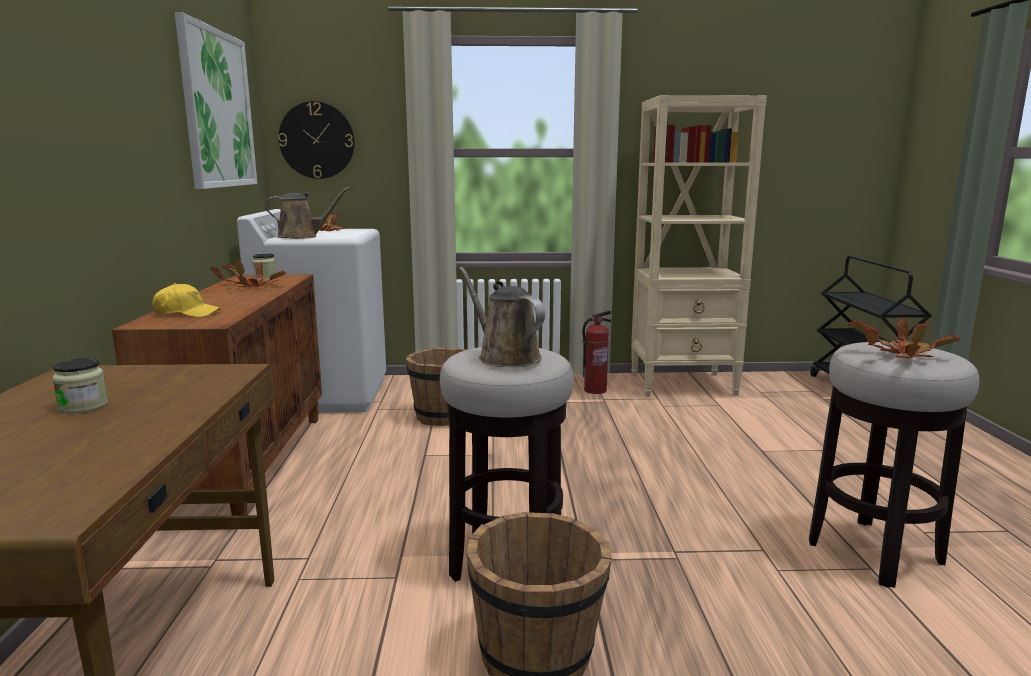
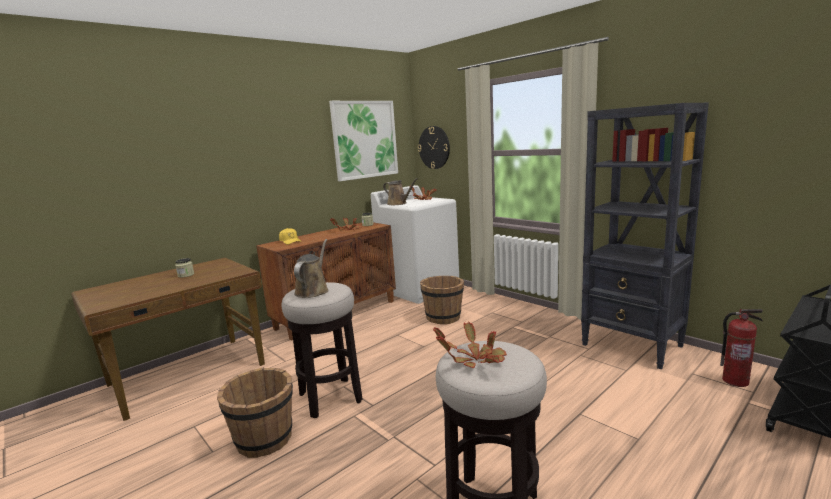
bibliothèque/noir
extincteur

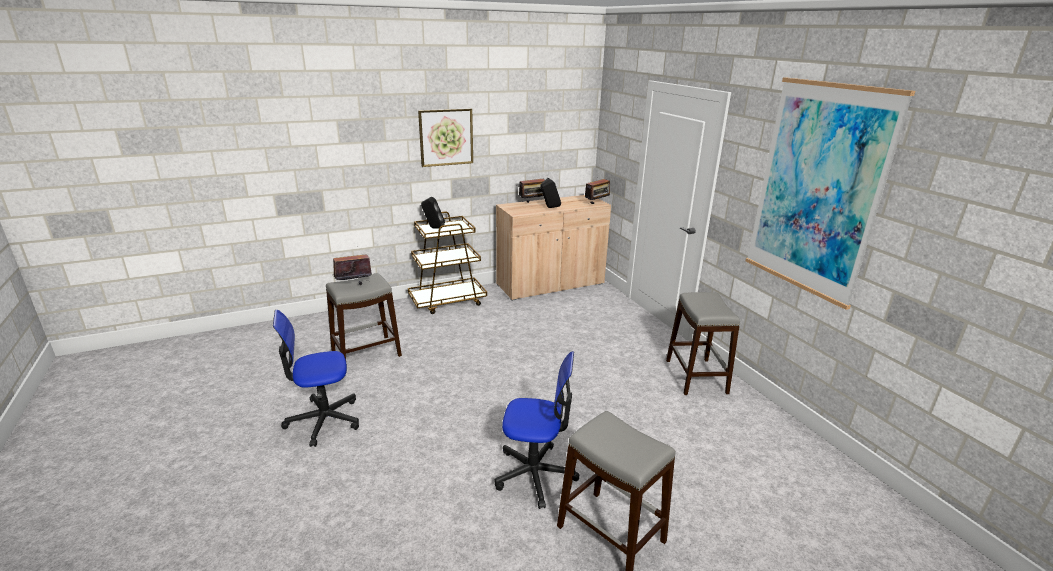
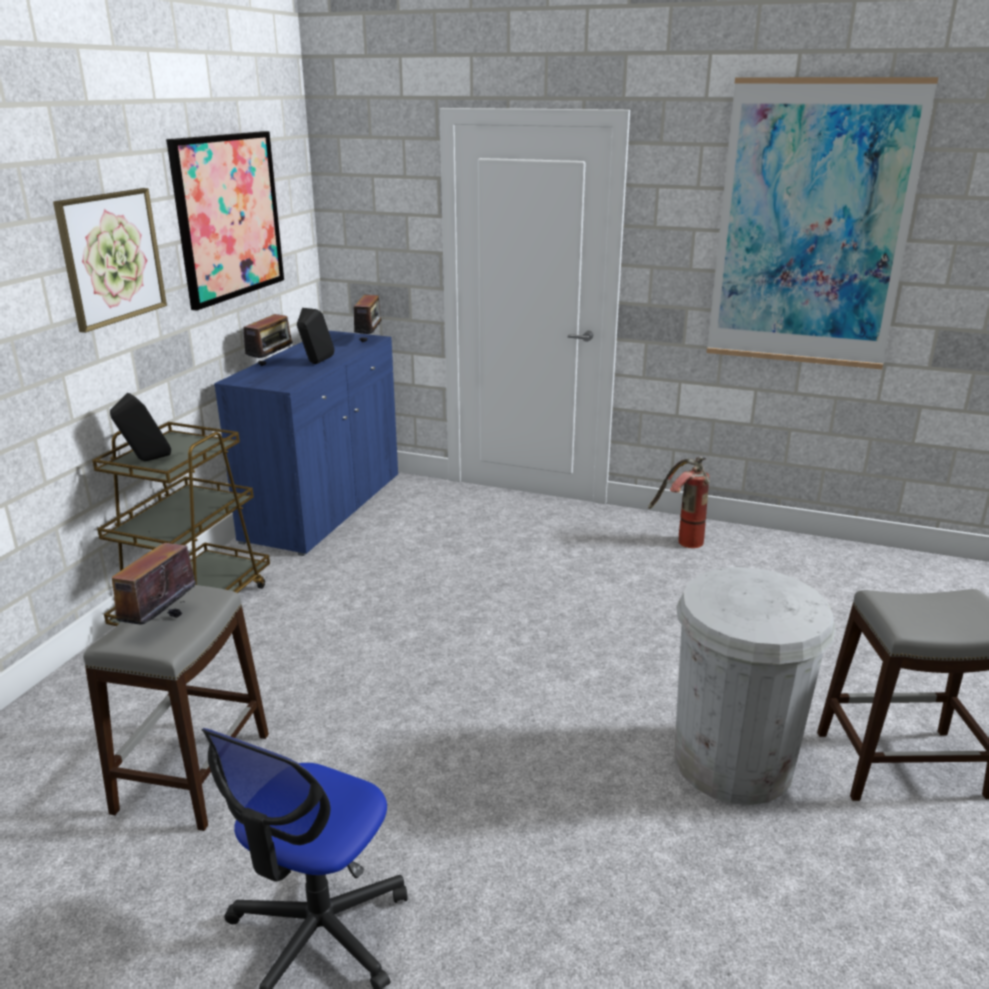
meuble de rangement/bleu
extincteur
poubelle/blanc
tableau (no. 2 from left)

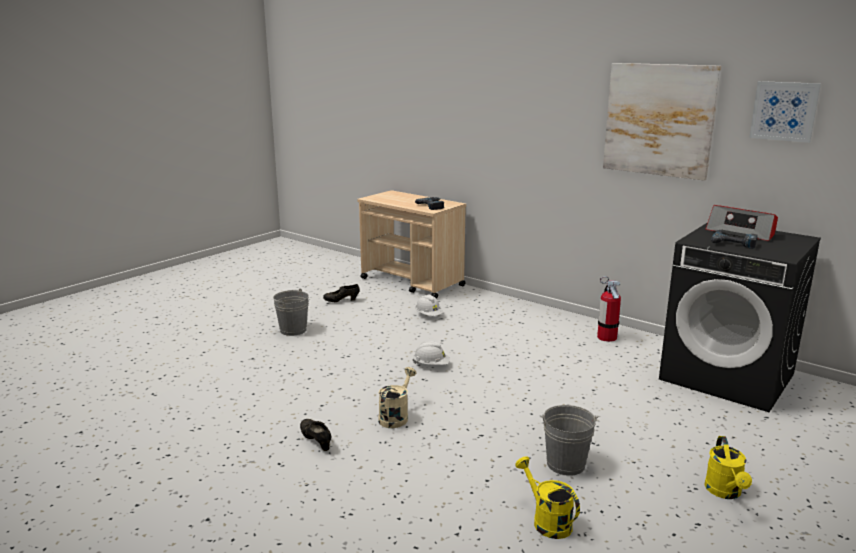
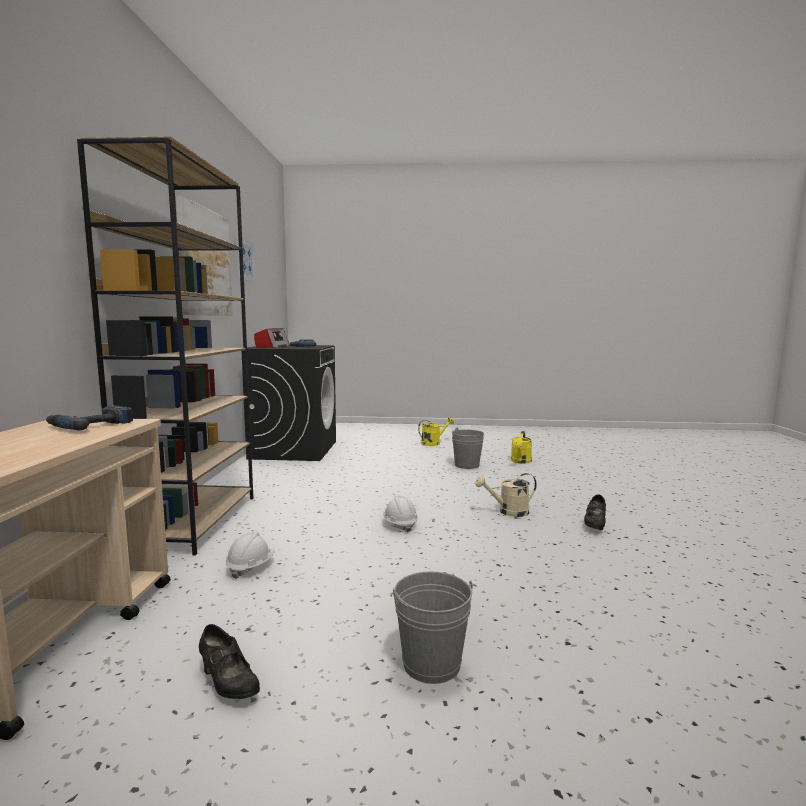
extincteur
bibliothèque/marron

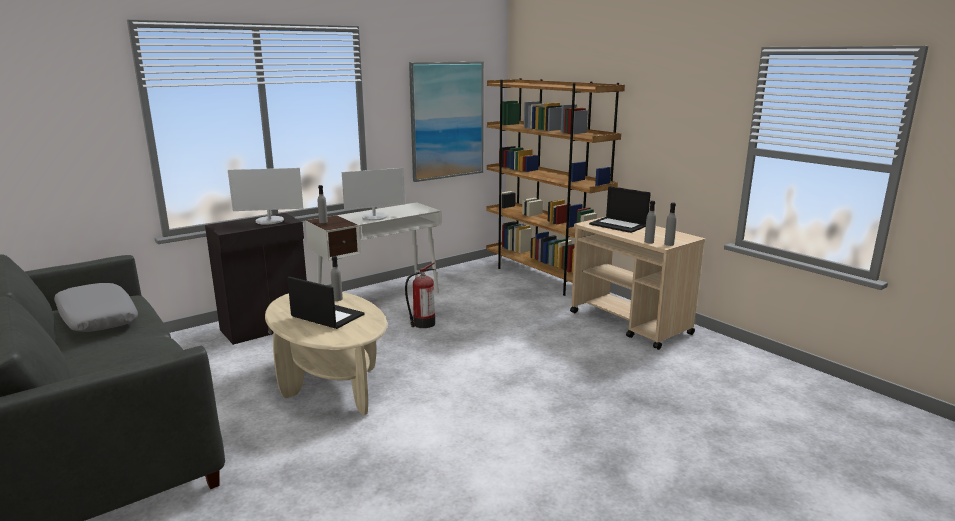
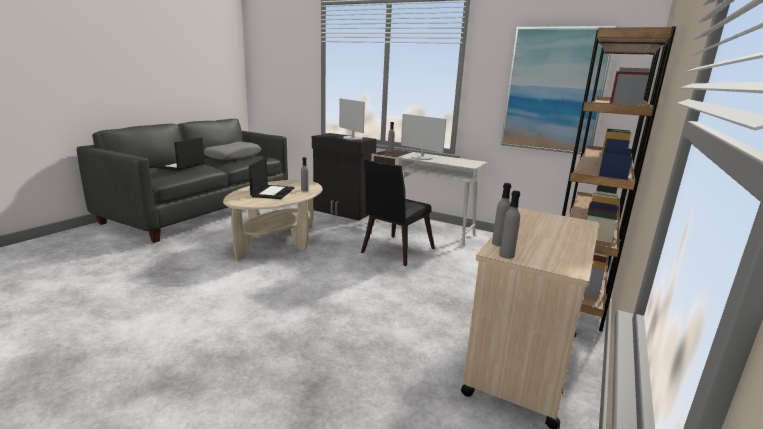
ordinateur portable (no. 1 from left)
chaise/noir

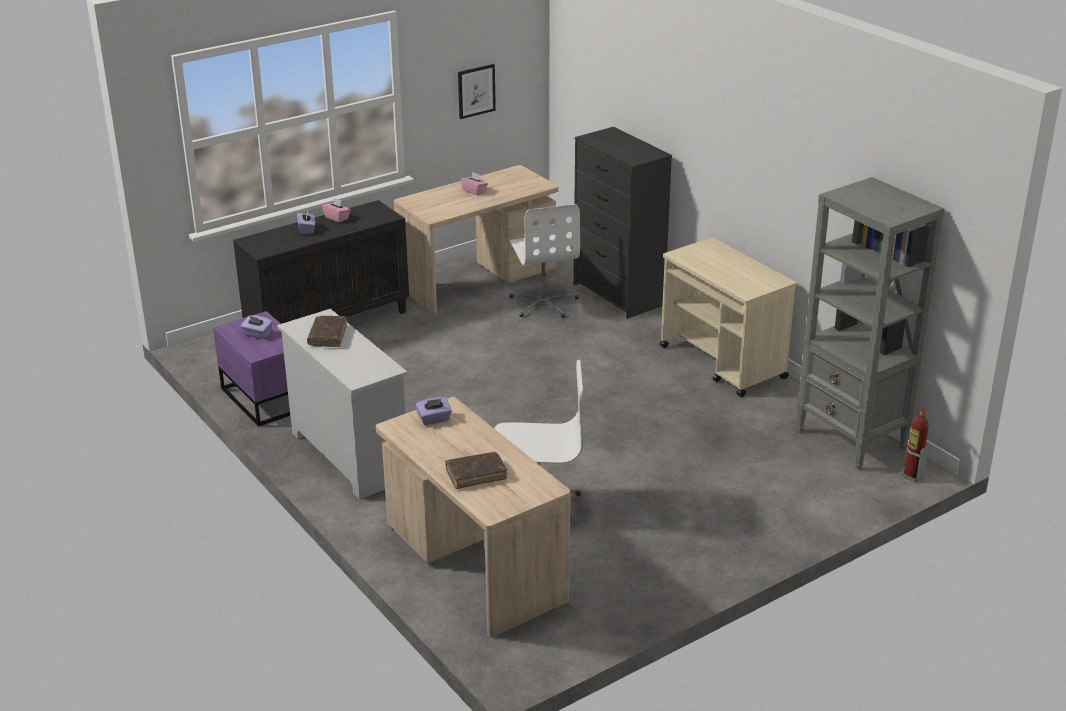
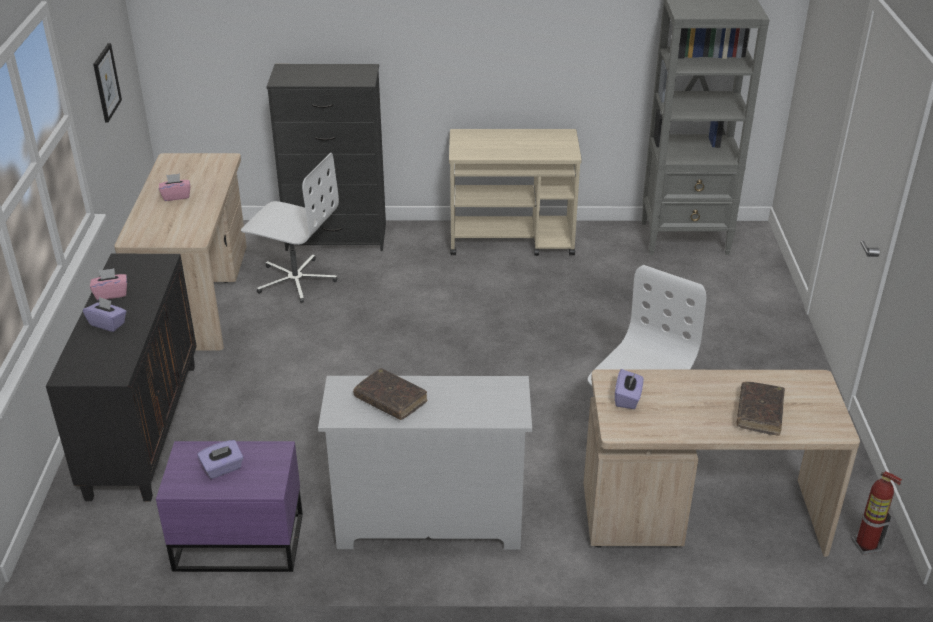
extincteur

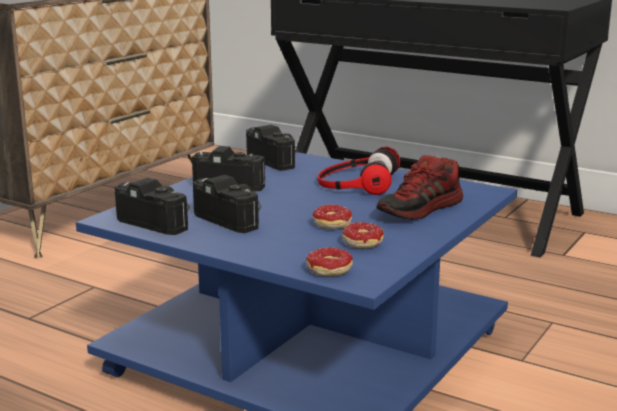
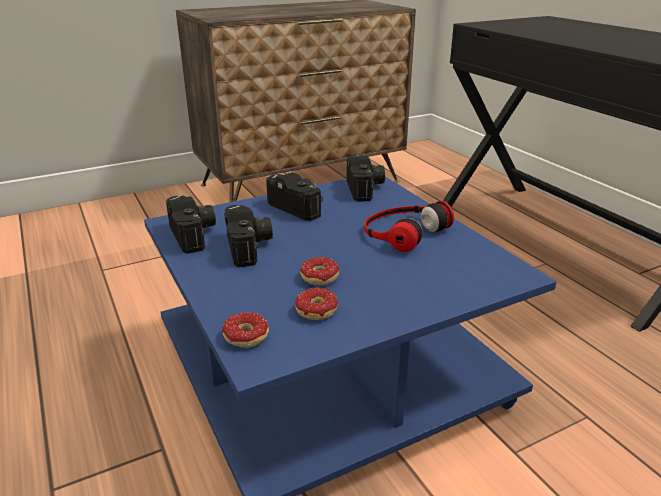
chaussure

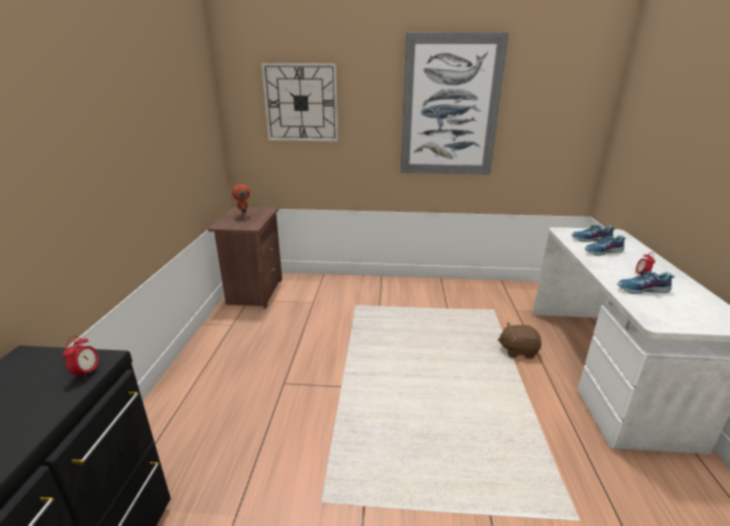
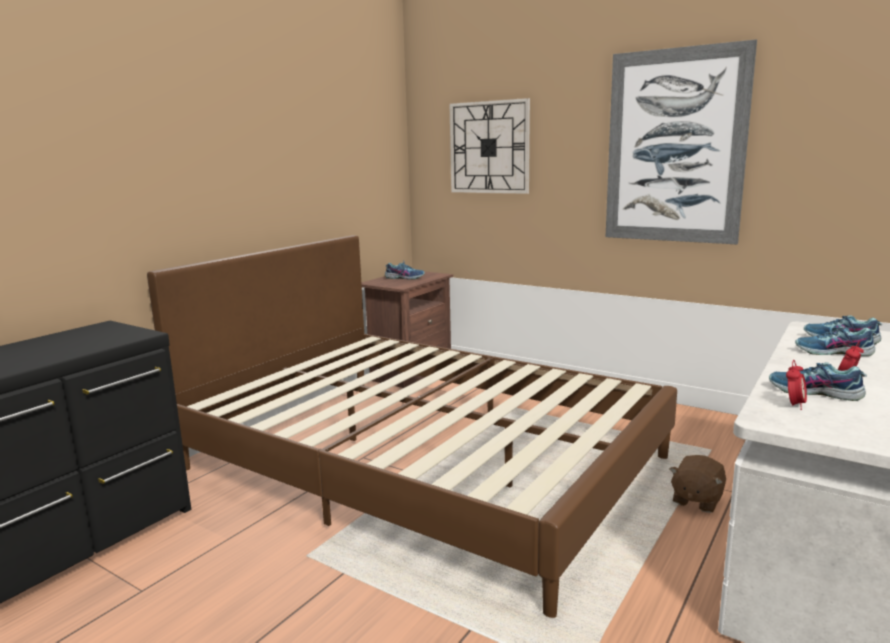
chaussure (no. 1 from left)
peluche/marron
réveil (no. 1 from left)
lit/marron

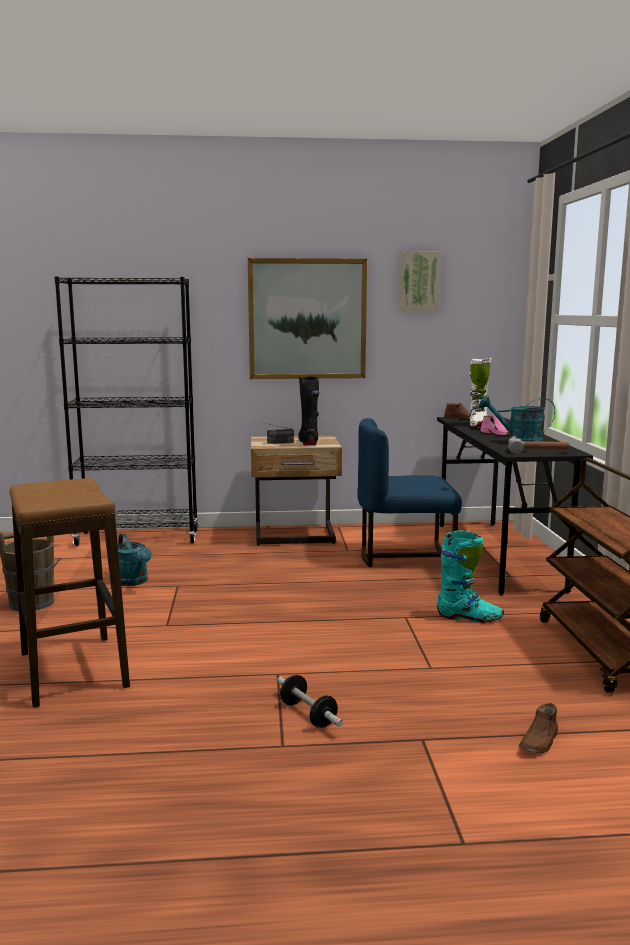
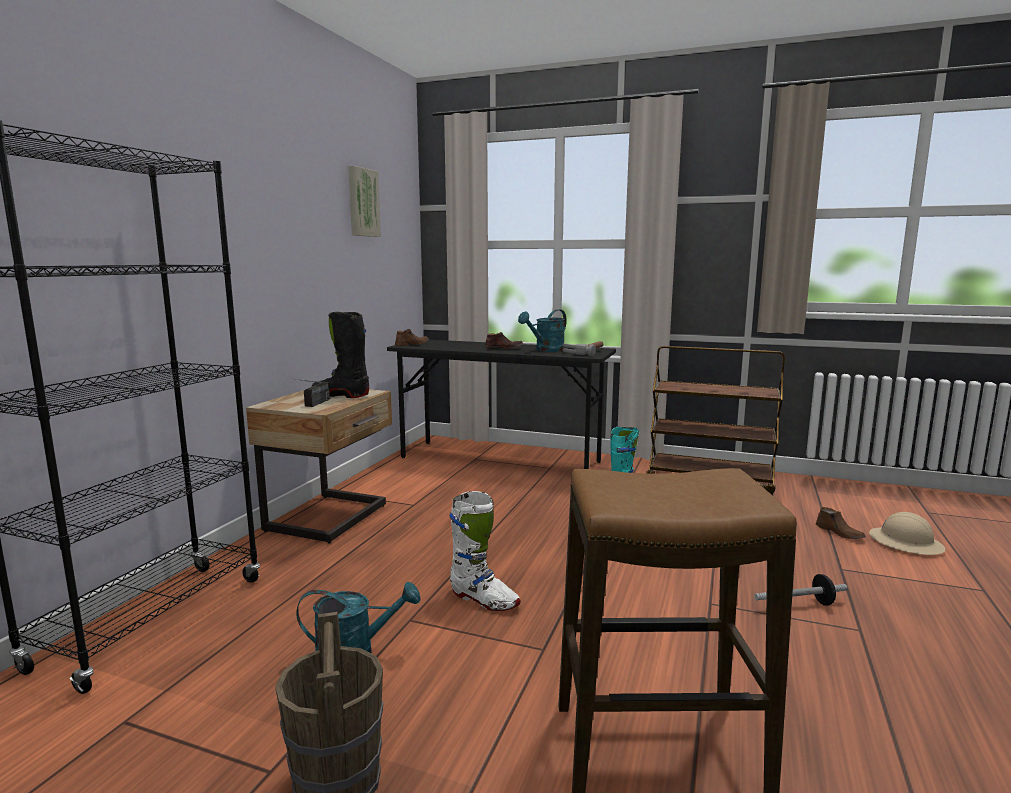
tableau (no. 1 from left in the first image)
botte/blanc
chaussure/marron (no. 2 from left)
chaise/bleu
casque de chantier/beige

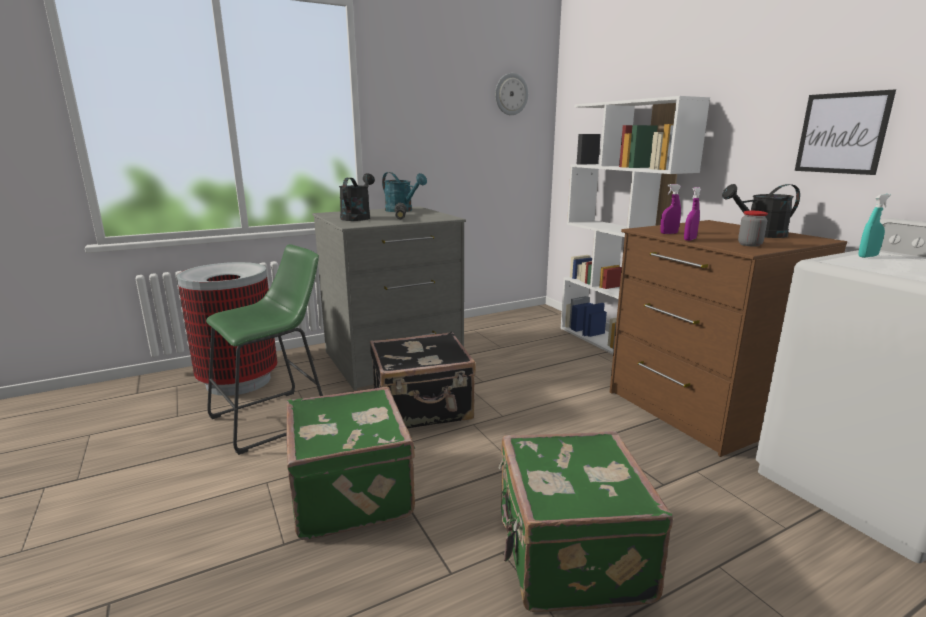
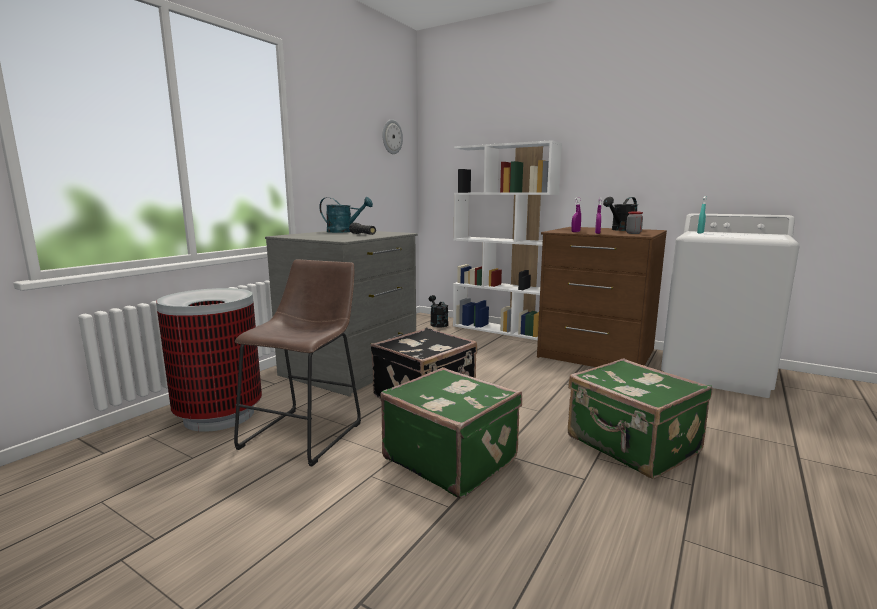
tableau
arrosoir/noir (no. 1 from left)
tabouret/marron

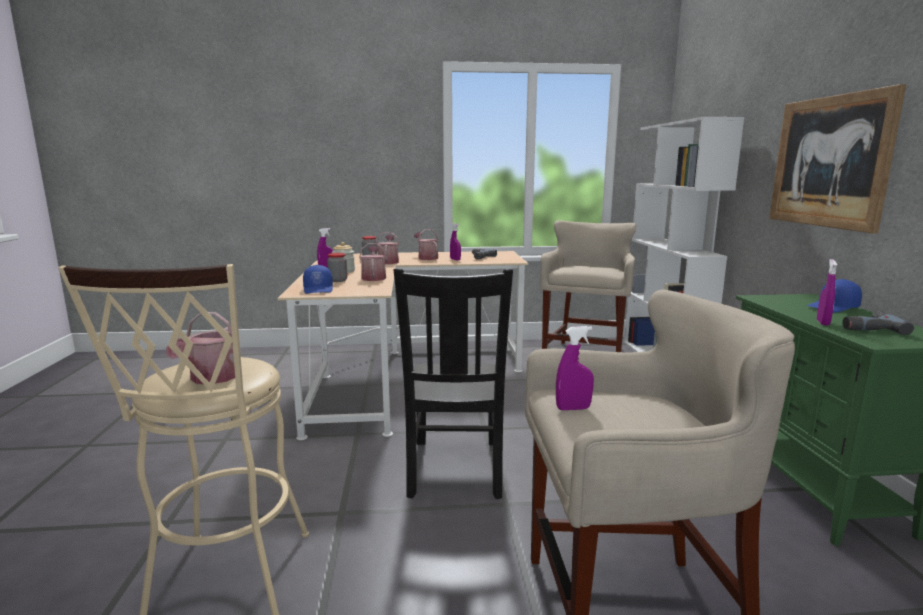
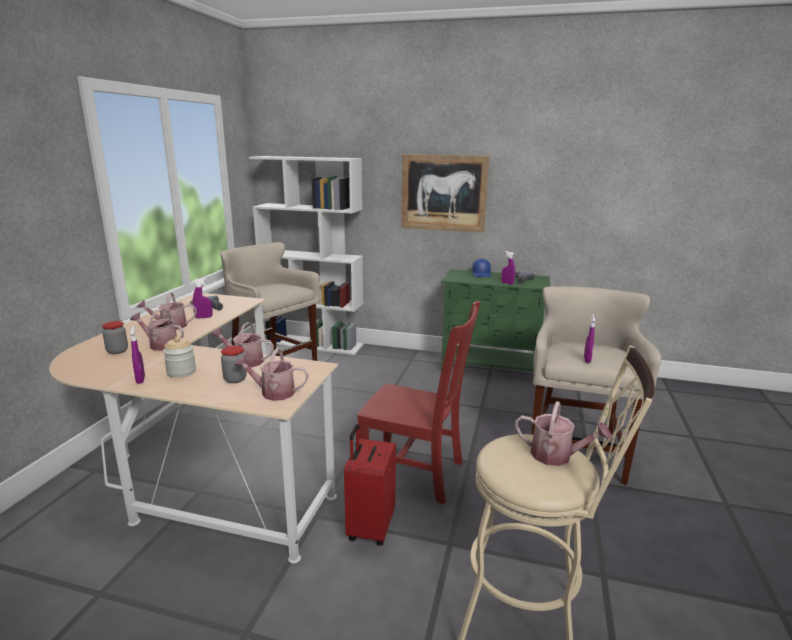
arrosoir (no. 4 from left)
chaise/rouge
valise/rouge

